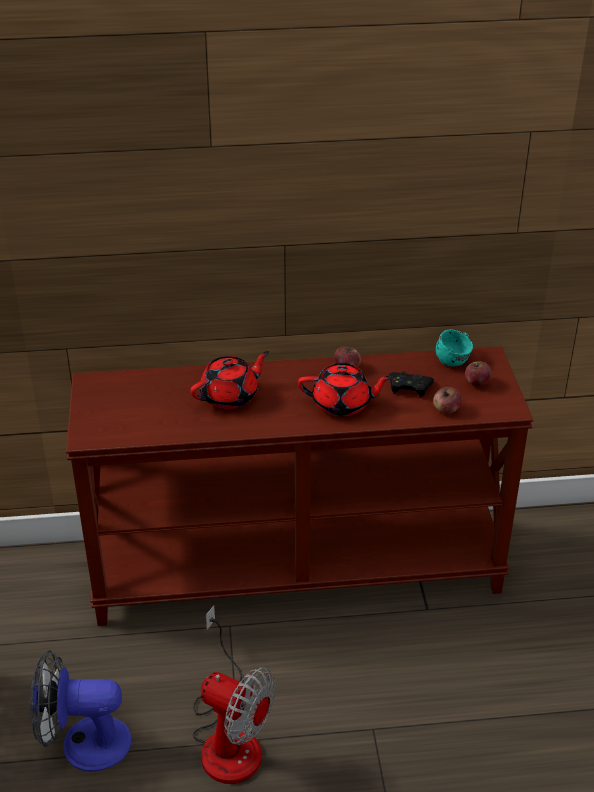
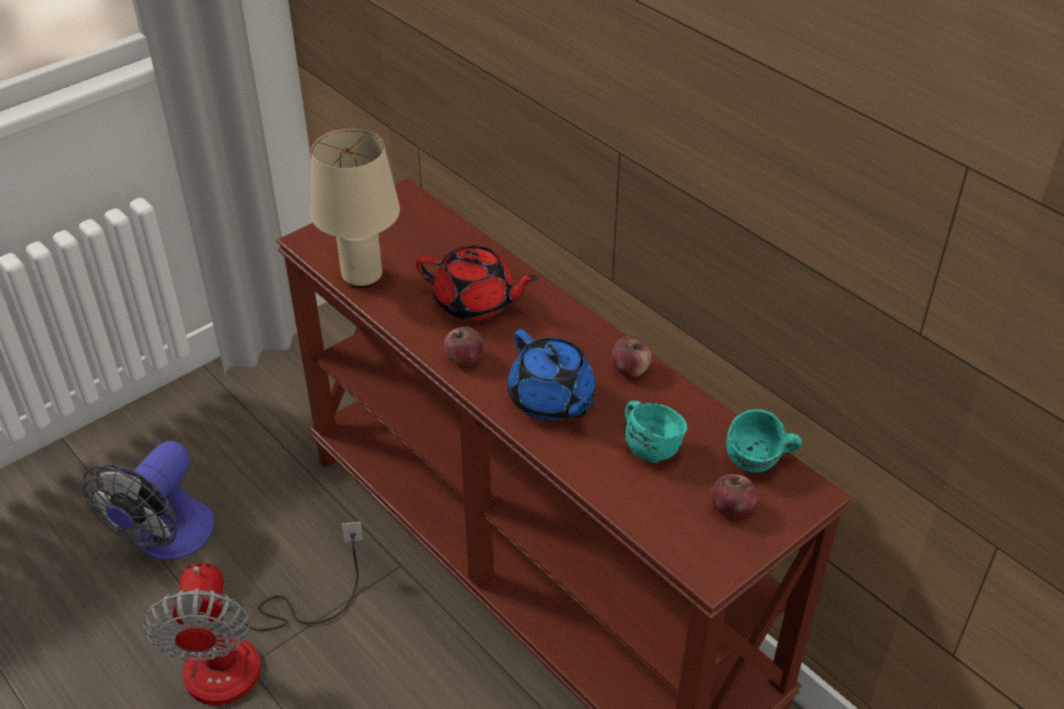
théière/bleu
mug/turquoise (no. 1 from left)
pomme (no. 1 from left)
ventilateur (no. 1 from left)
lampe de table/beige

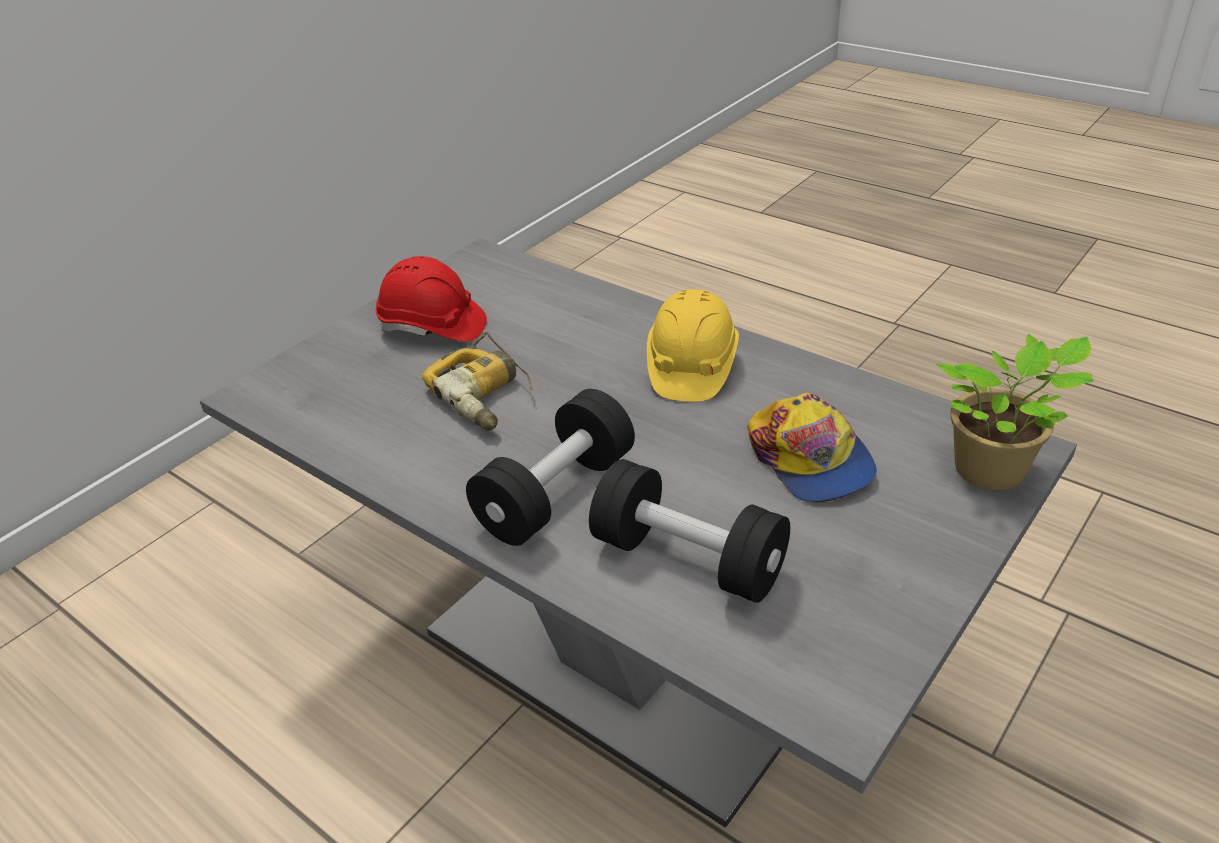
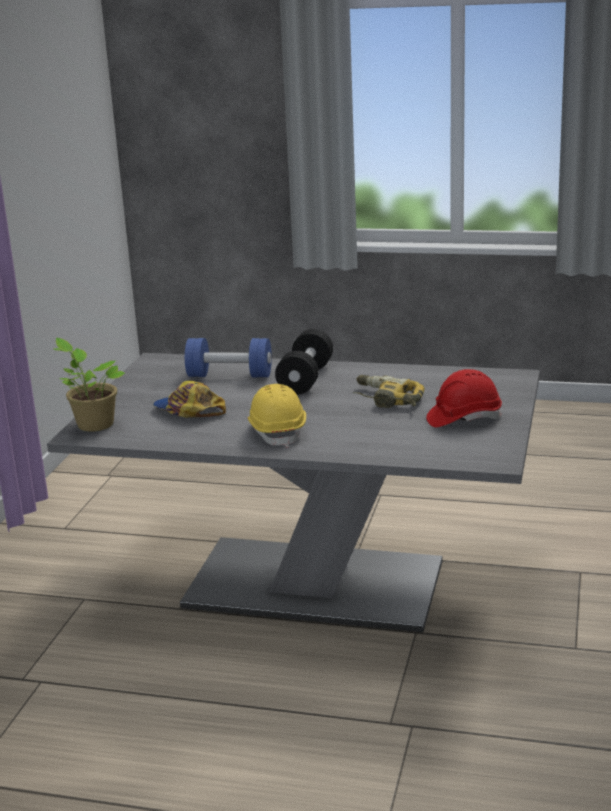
haltère/bleu

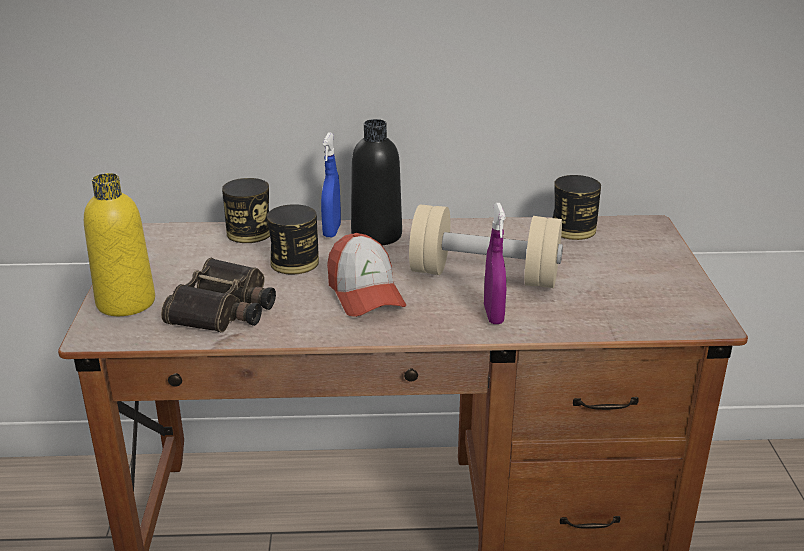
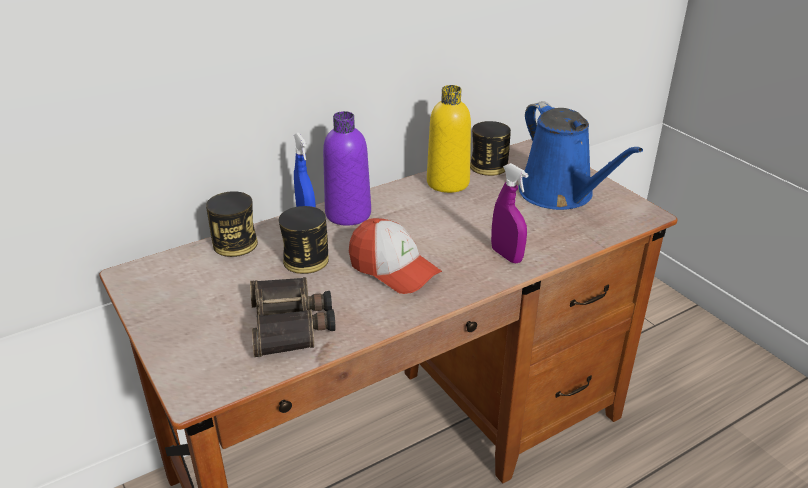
bouteille/violet
bouteille/jaune
haltère/beige
arrosoir/bleu

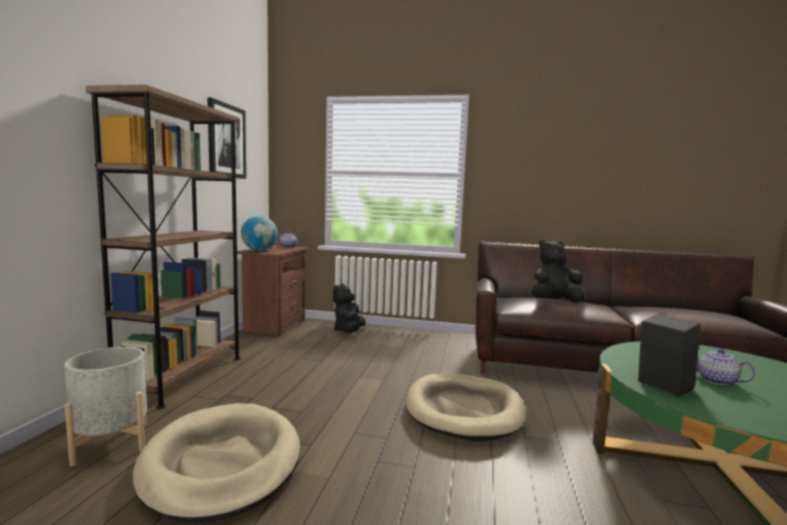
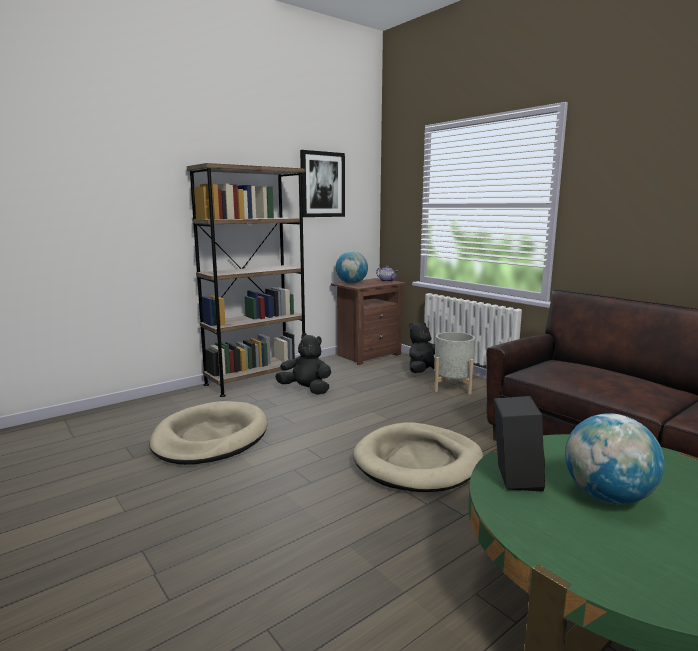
peluche/noir (no. 1 from left)
cache-pot/gris
globe (no. 2 from left)

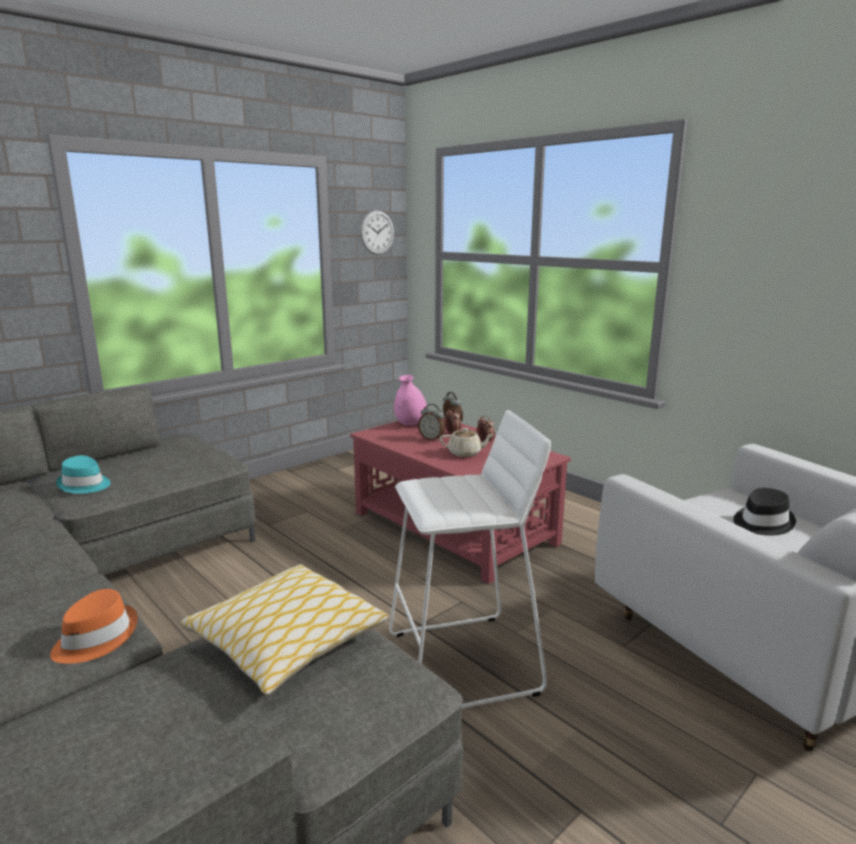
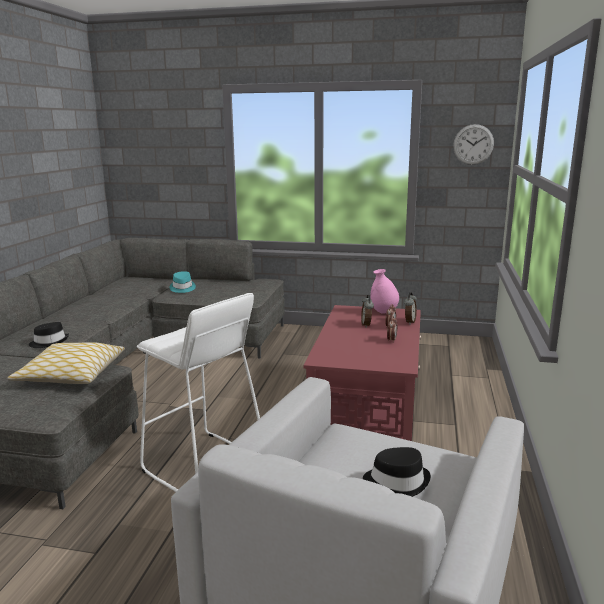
théière/beige
chapeau/noir (no. 1 from left)

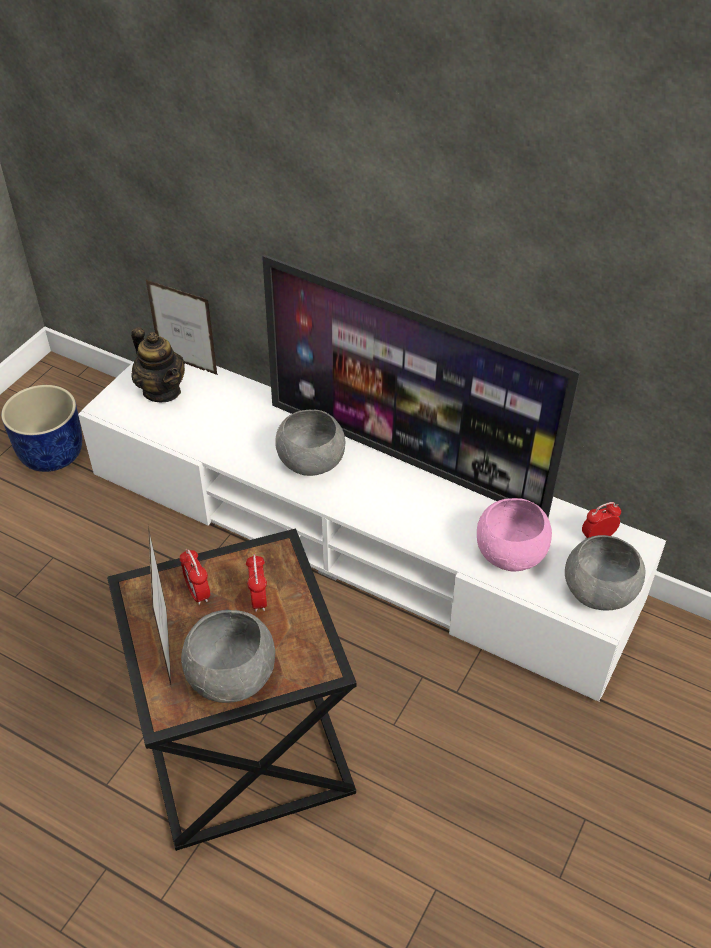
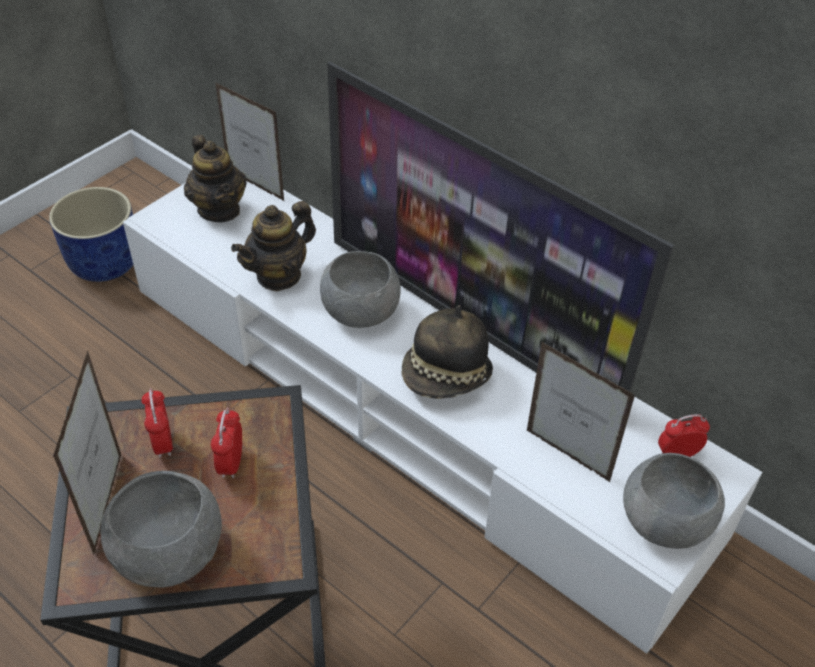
cadre photo (no. 3 from left)
théière (no. 2 from left)
chapeau

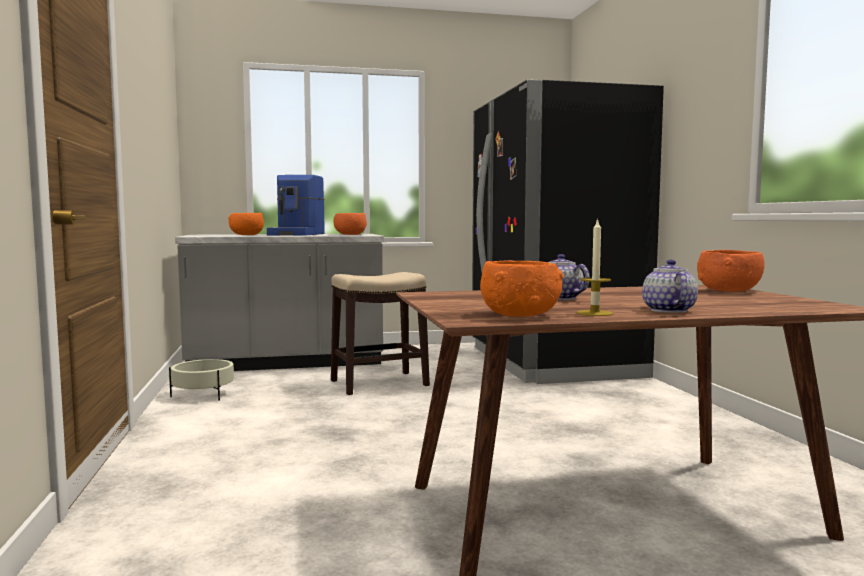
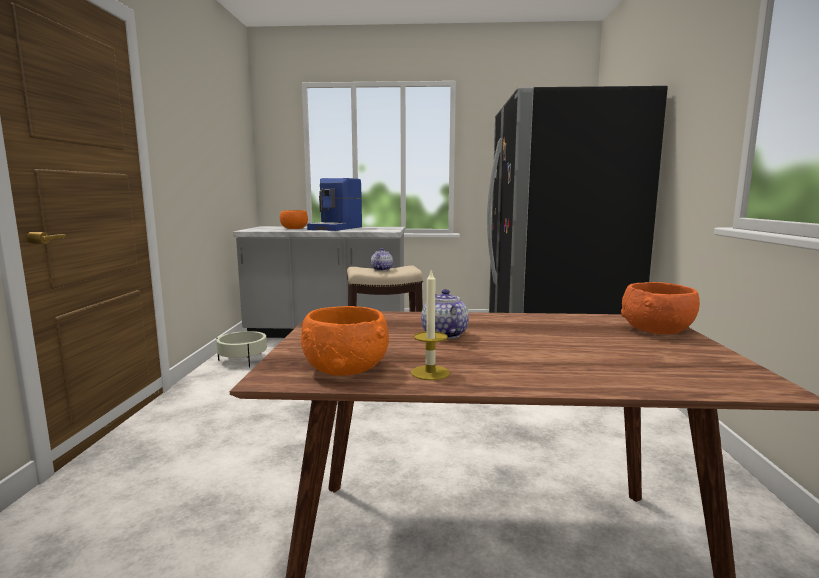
bol/orange (no. 2 from left in the first image)
théière (no. 1 from left)

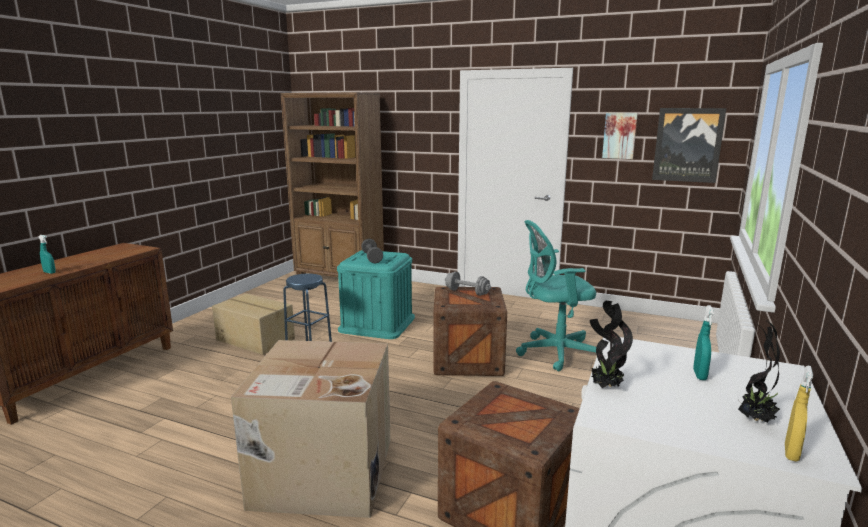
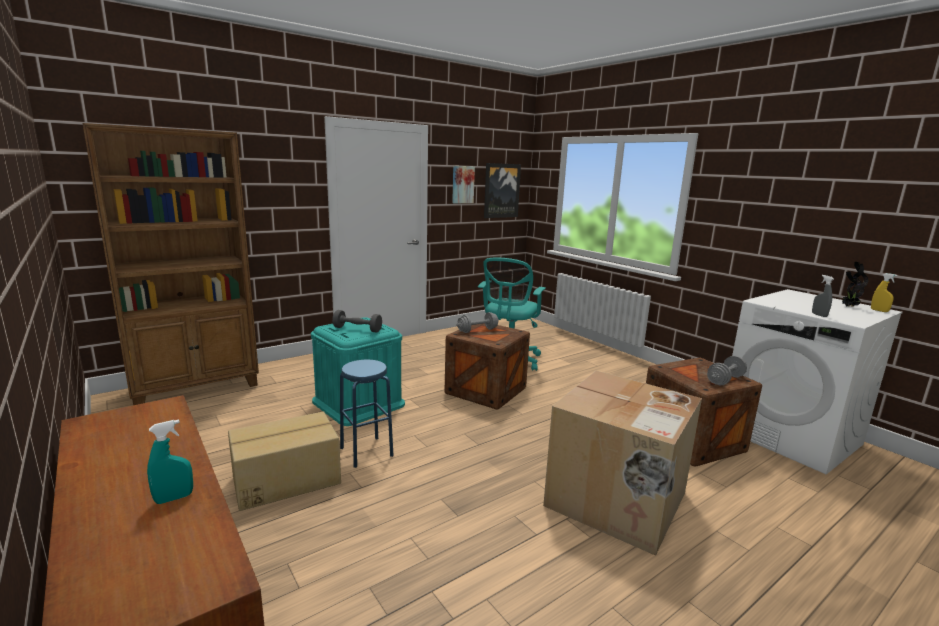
vaporisateur/gris
vaporisateur/turquoise (no. 2 from left in the first image)
haltère/gris (no. 3 from left)

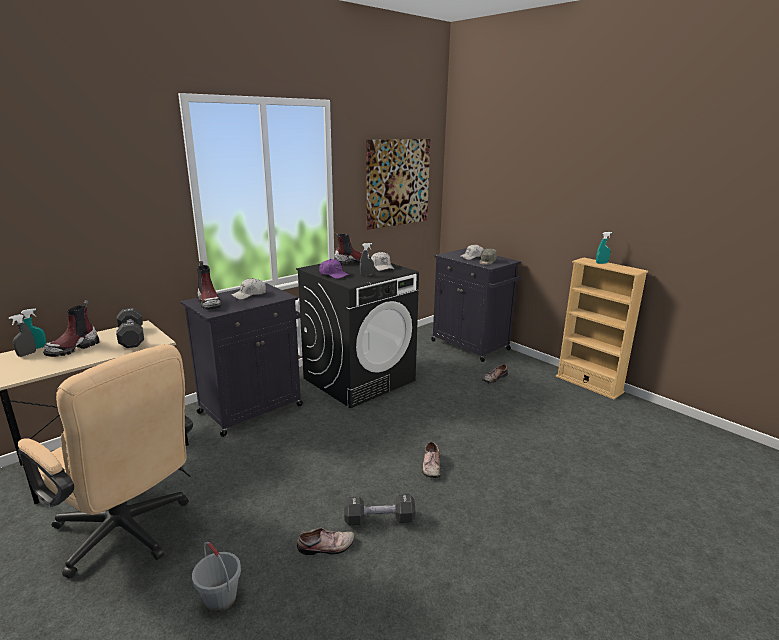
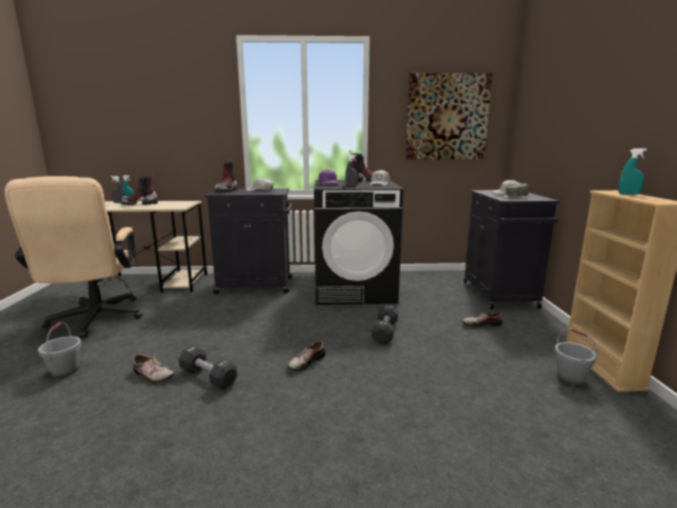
haltère/noir (no. 2 from left)
seau/gris (no. 2 from left)

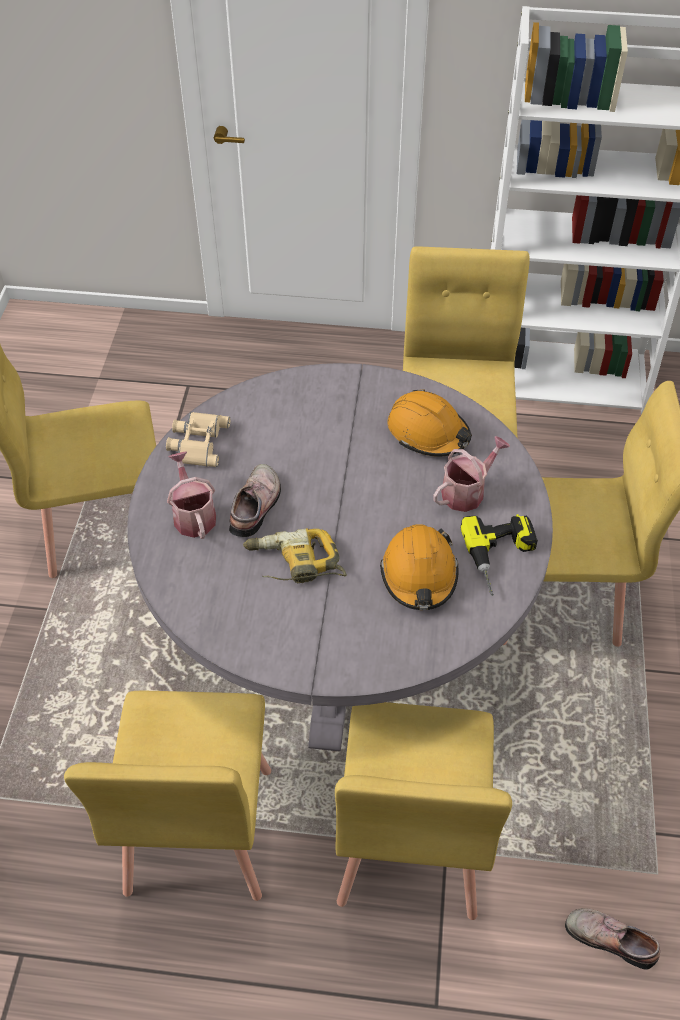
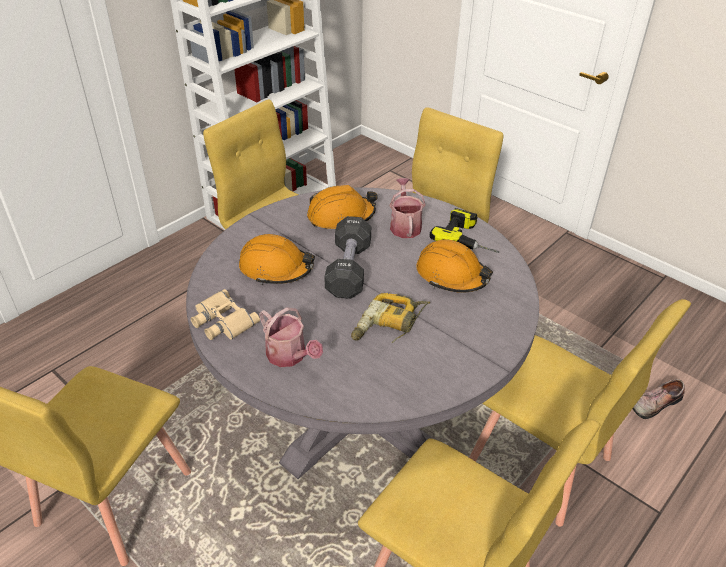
arrosoir (no. 1 from left)
chaussure (no. 1 from left in the first image)
haltère/noir
casque de chantier/orange (no. 1 from left)

